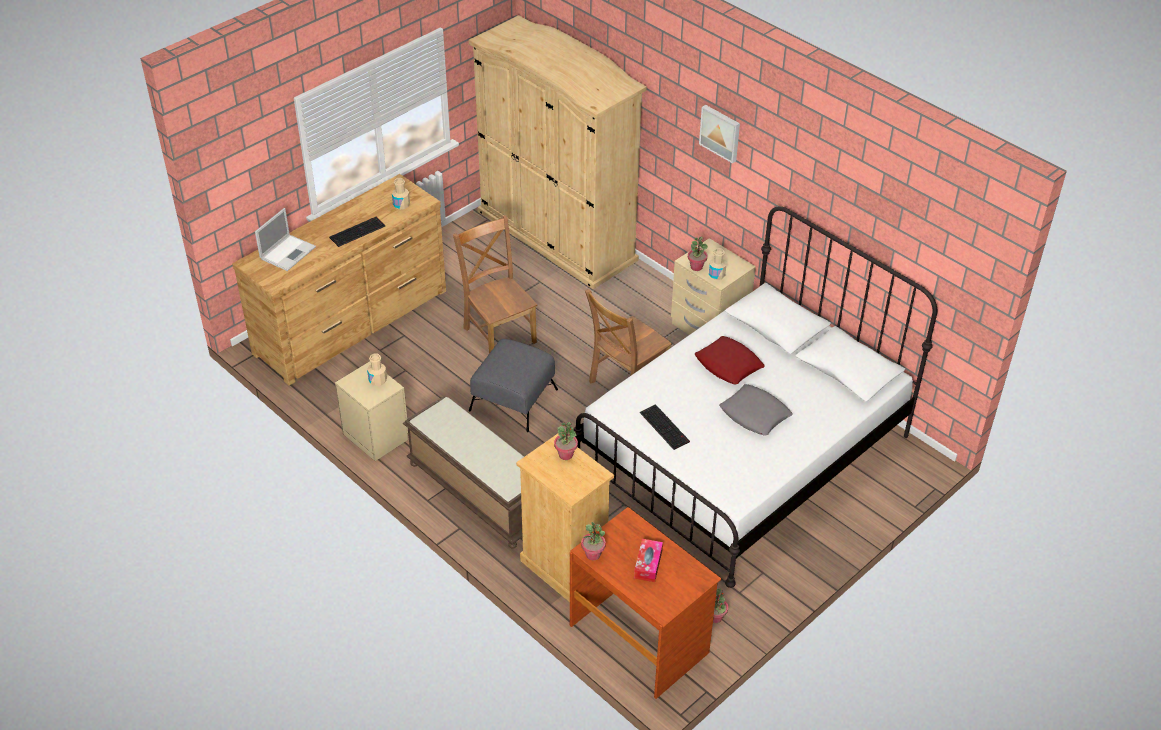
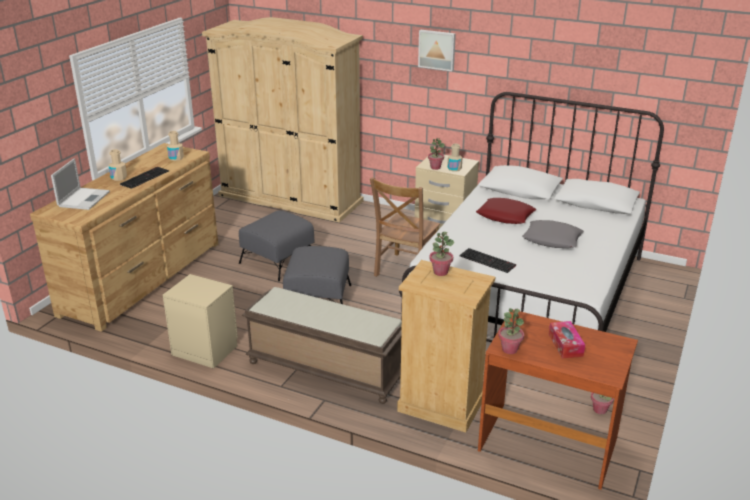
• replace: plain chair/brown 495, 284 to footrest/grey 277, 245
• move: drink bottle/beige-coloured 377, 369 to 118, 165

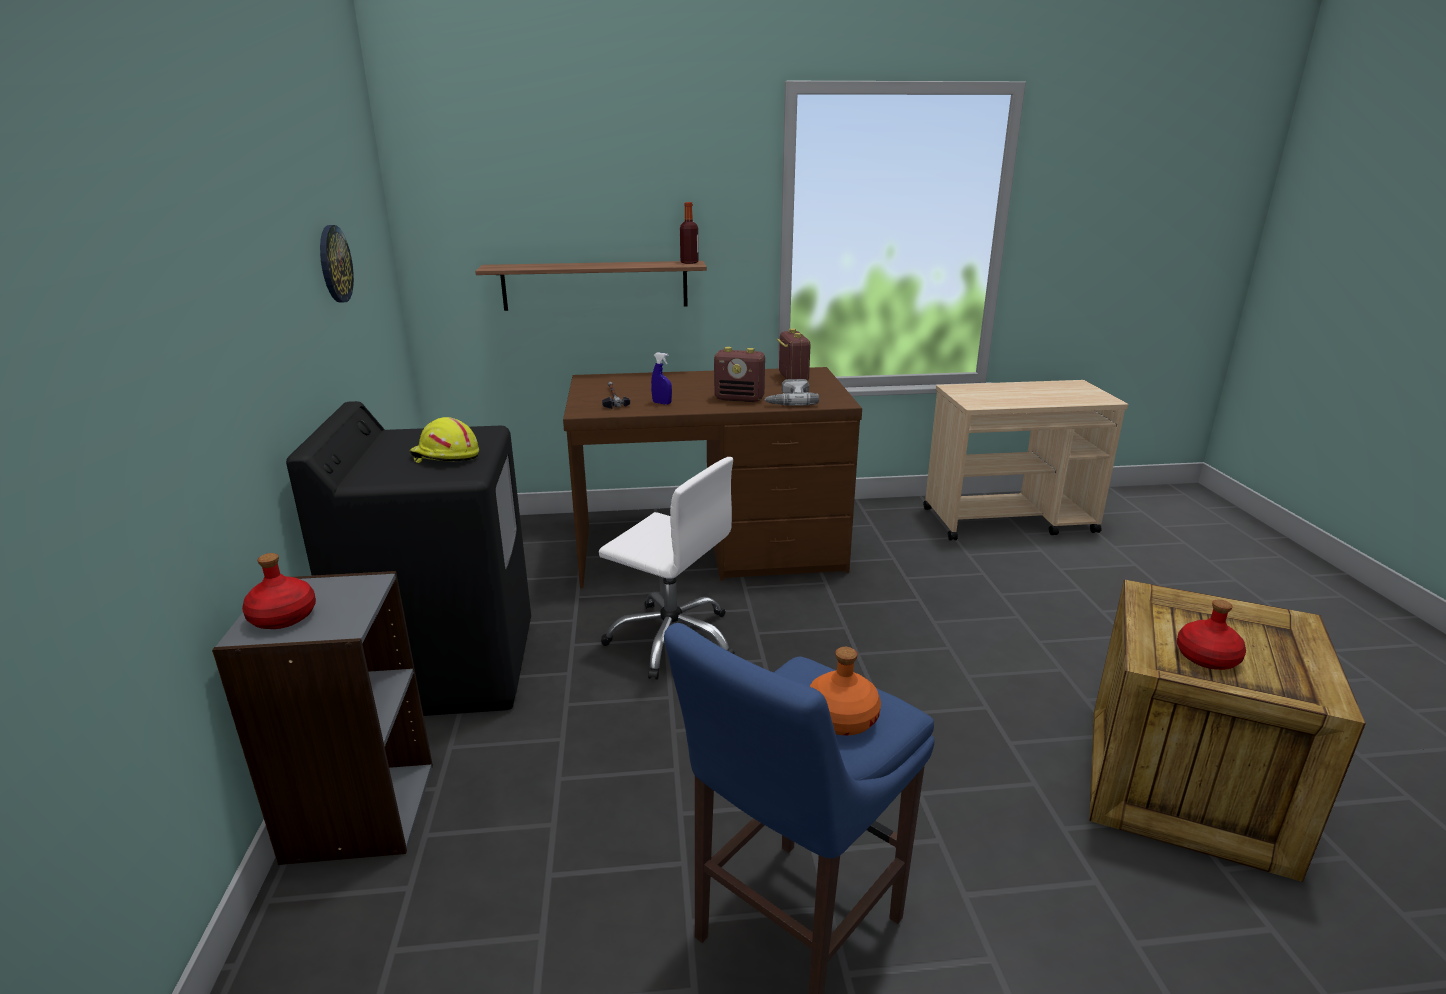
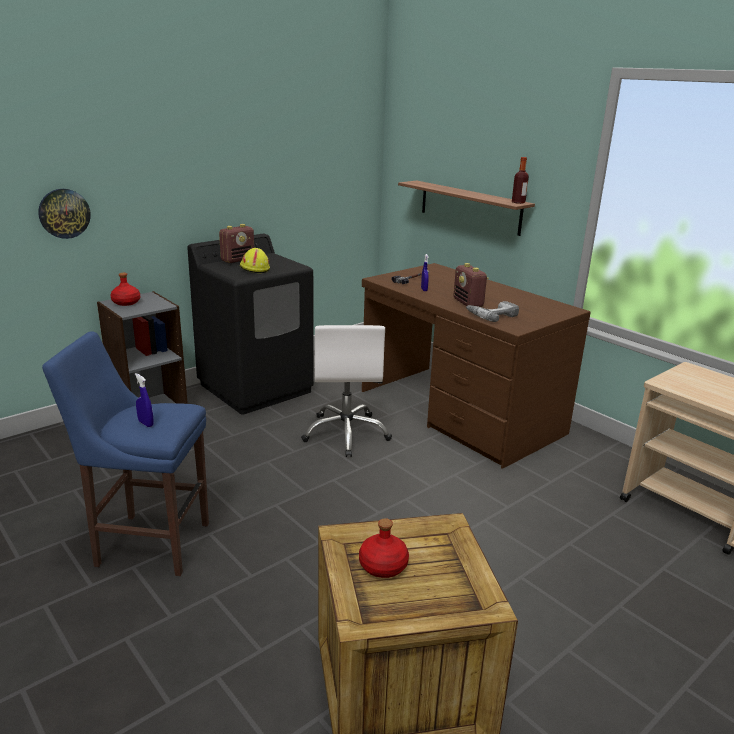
• move: clock on the wall 337, 263 to 64, 214
• move: radio receiver 794, 354 to 236, 243
• replace: drink bottle/orange 845, 691 to hand sprayer/blue-coloured 144, 400

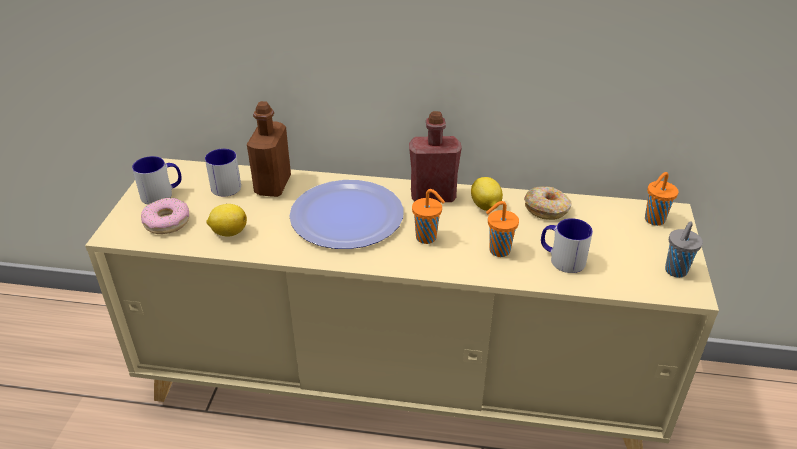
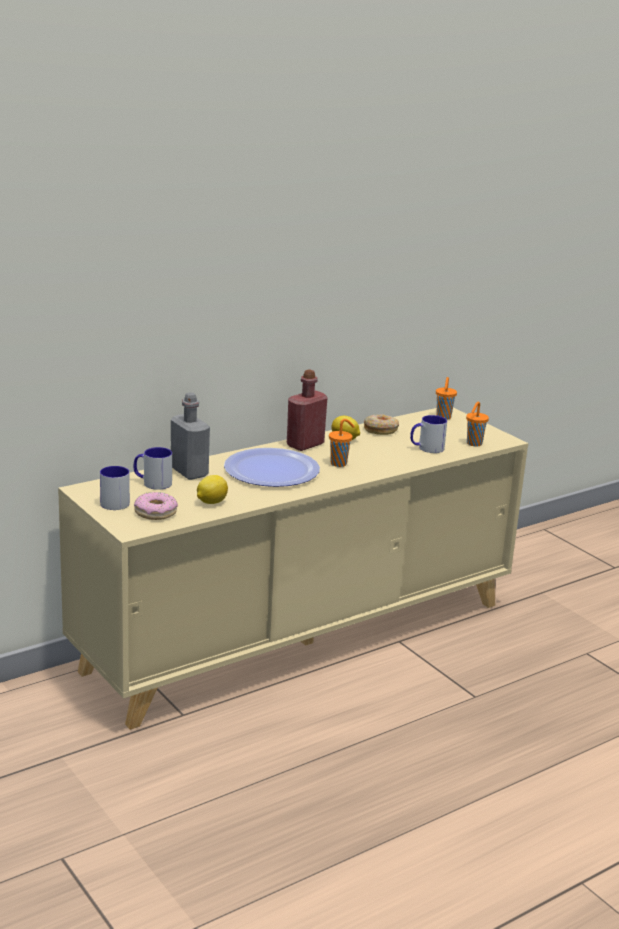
• recolor: drink bottle/brown 269, 149 to drink bottle/grey 190, 436
• move: drinking cup/orange 502, 229 to 477, 424
• delete: drinking cup/grey 684, 250

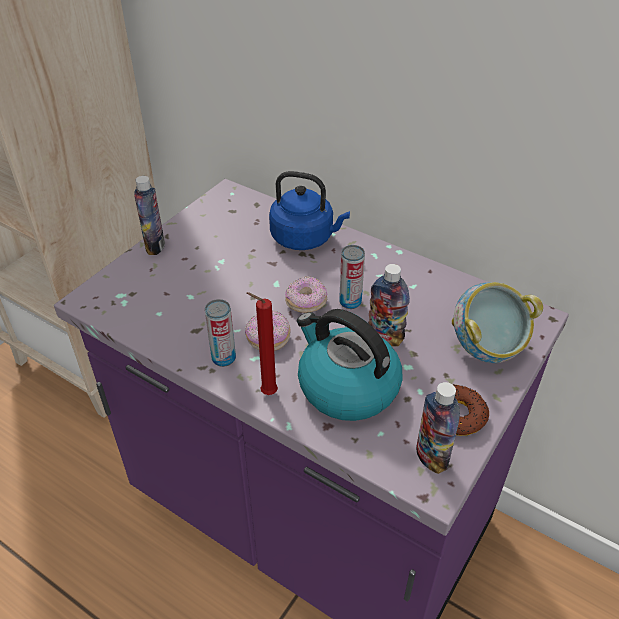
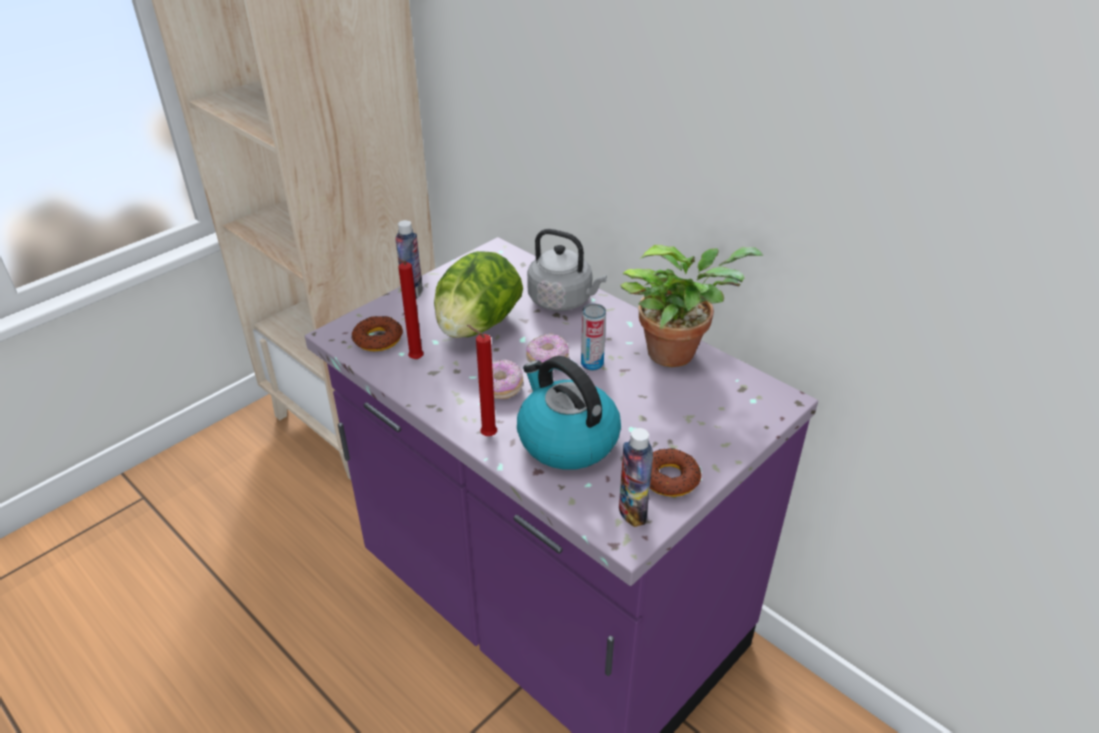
• recolor: kettle/blue-coloured 309, 210 to kettle/grey 567, 270
• delete: drink bottle 389, 305
• delete: serving bowl 497, 322
• delete: metal can 220, 333
• insert: potted plant 692, 306
• insert: lettuce 478, 294
• insert: candle/reddish 411, 310
• insert: donut 377, 333

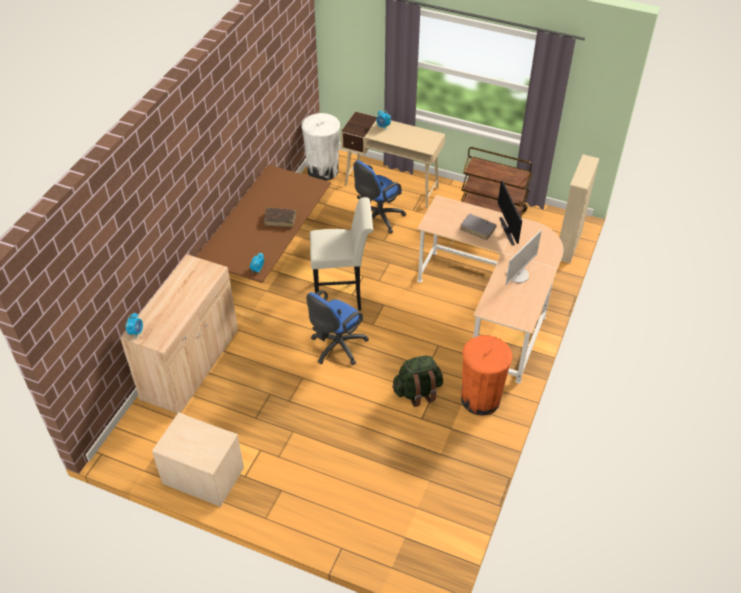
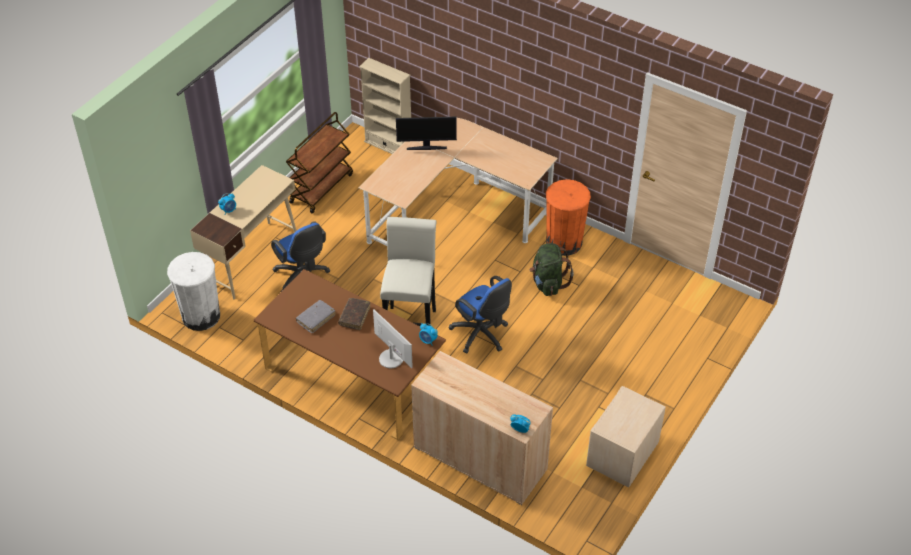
• move: volume/grey 478, 227 to 316, 316
• move: computer display 524, 257 to 393, 338

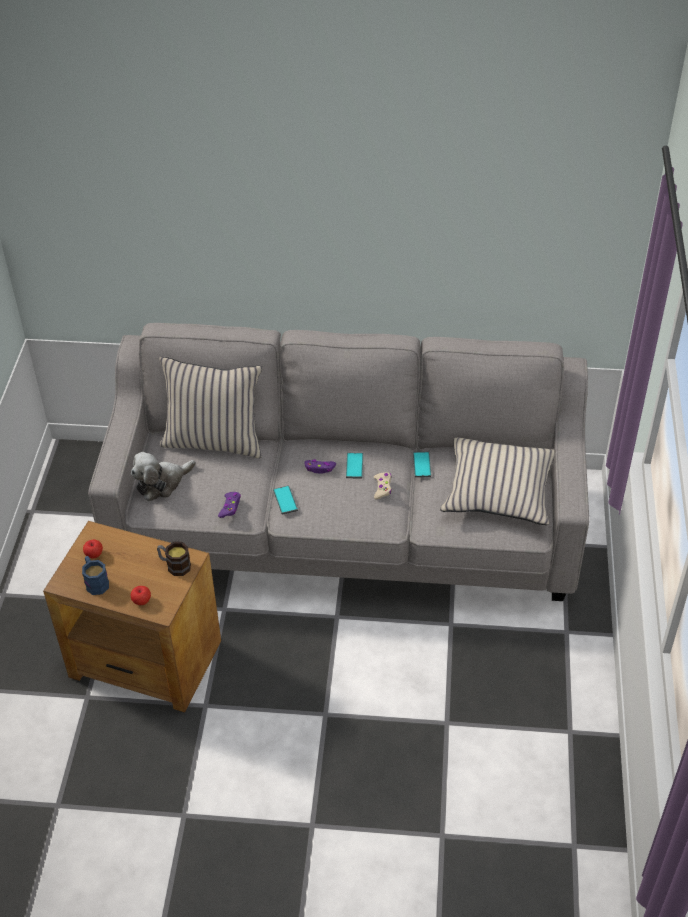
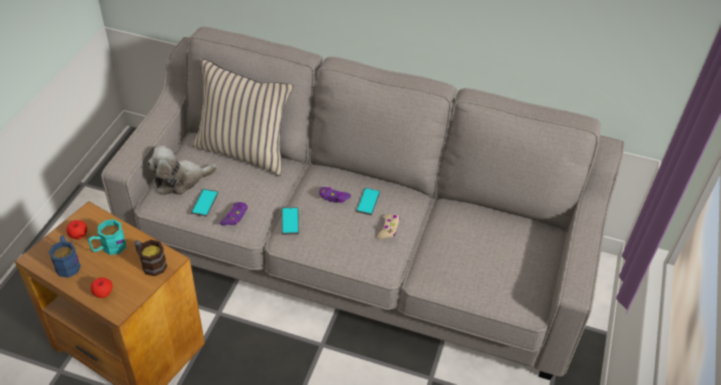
• delete: cushion/beige-coloured 497, 481
• move: handset 422, 464 to 204, 203
• insert: coffee mug/blue-green 107, 237

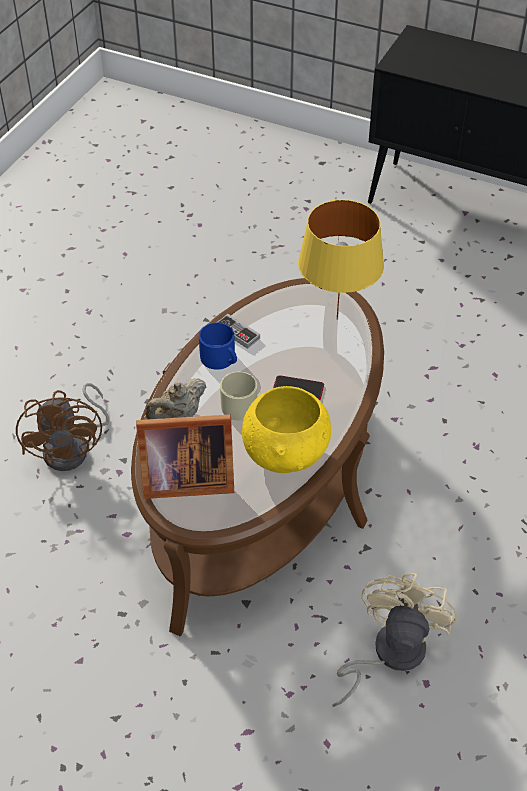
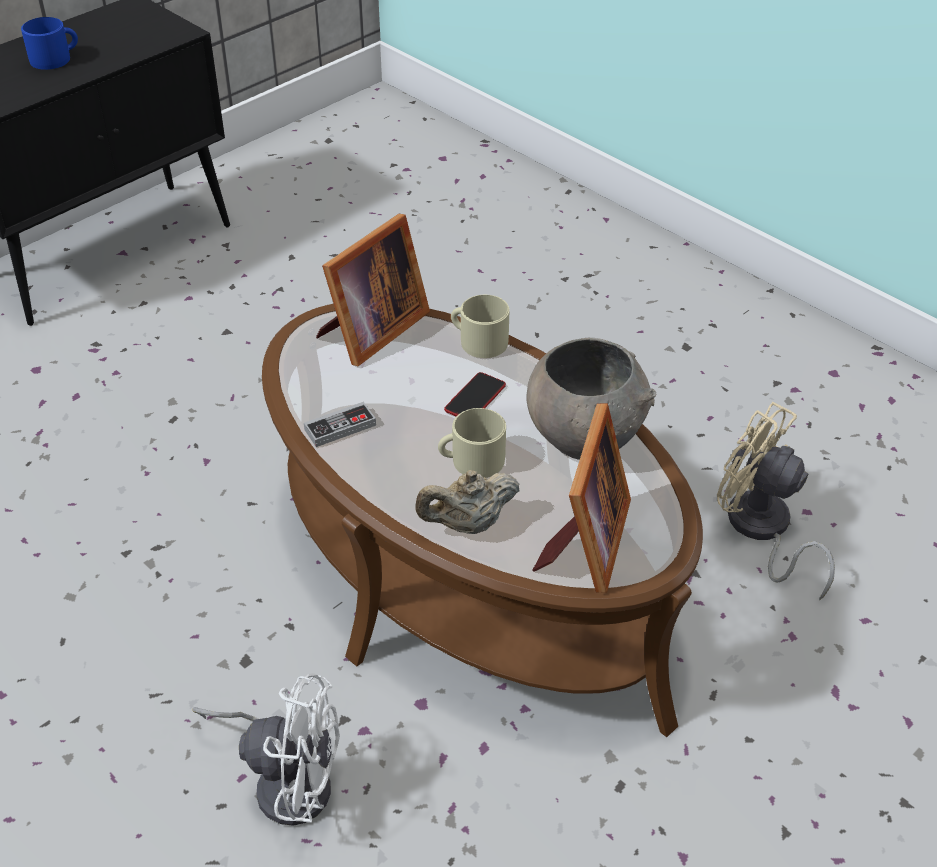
• replace: lamp for a table/yellowish 341, 259 to standing frame 373, 290
• move: coffee mug/blue-coloured 218, 346 to 49, 43
• rotate: teapot/beige-coloured 175, 398 = 467, 502 90 degrees clockwise
• recolor: electric fan/brown 63, 427 to electric fan/white 266, 749
• recolor: serving bowl/yellowish 286, 429 to serving bowl/grey 591, 399
• insert: coffee mug/beige-coloured 480, 326

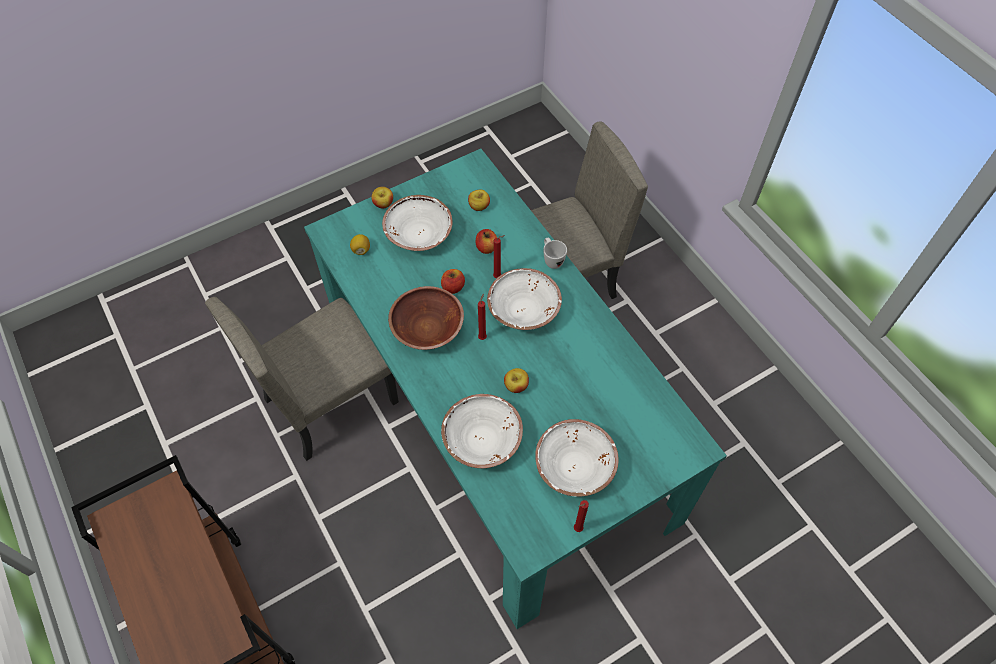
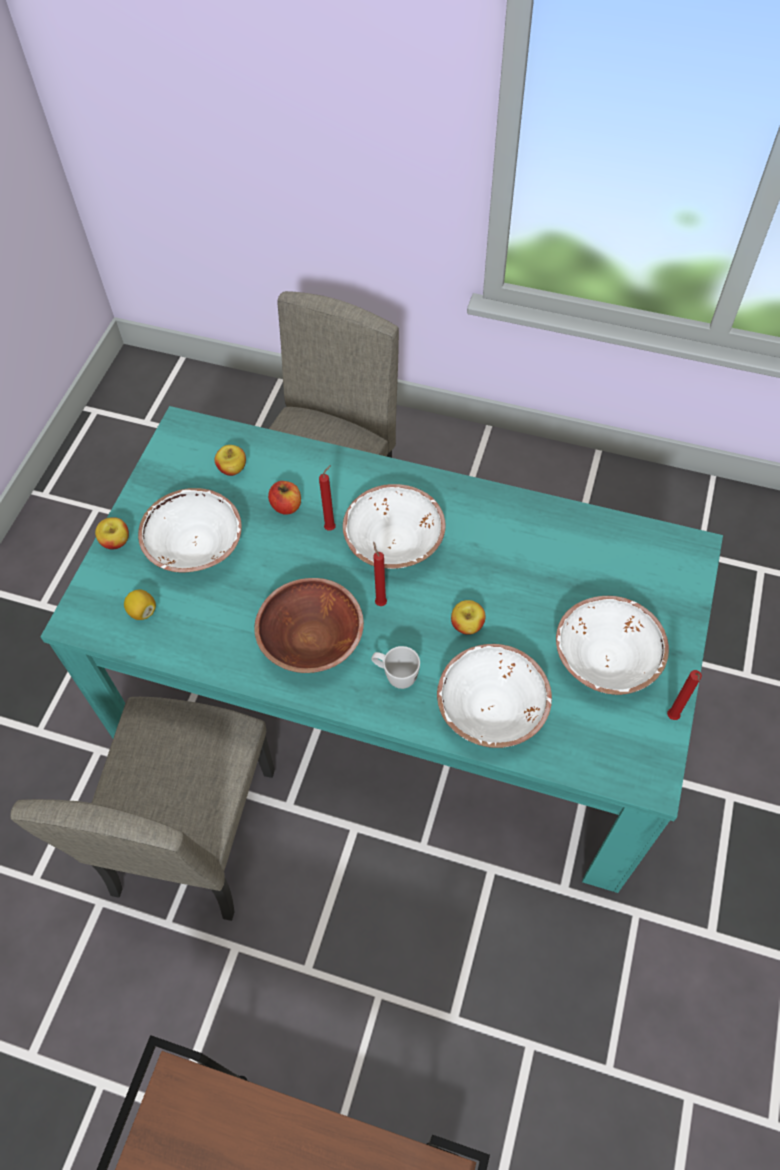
• move: coffee mug/white 555, 253 to 395, 667
• delete: apple fruit 453, 281

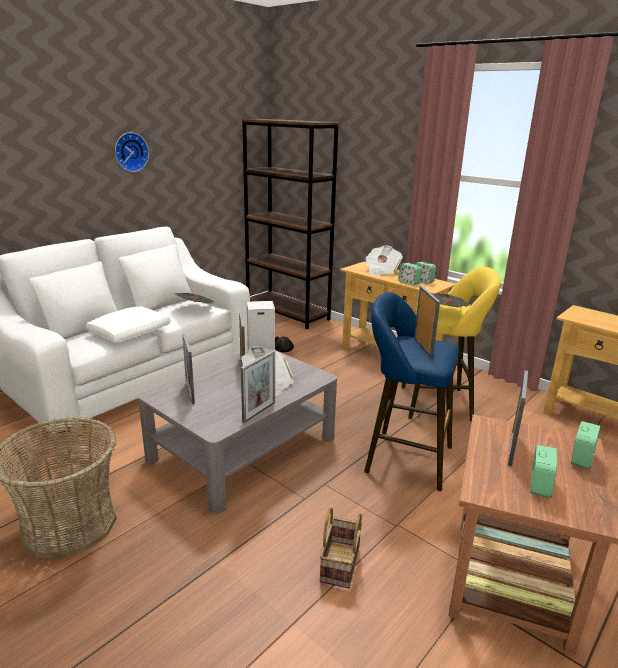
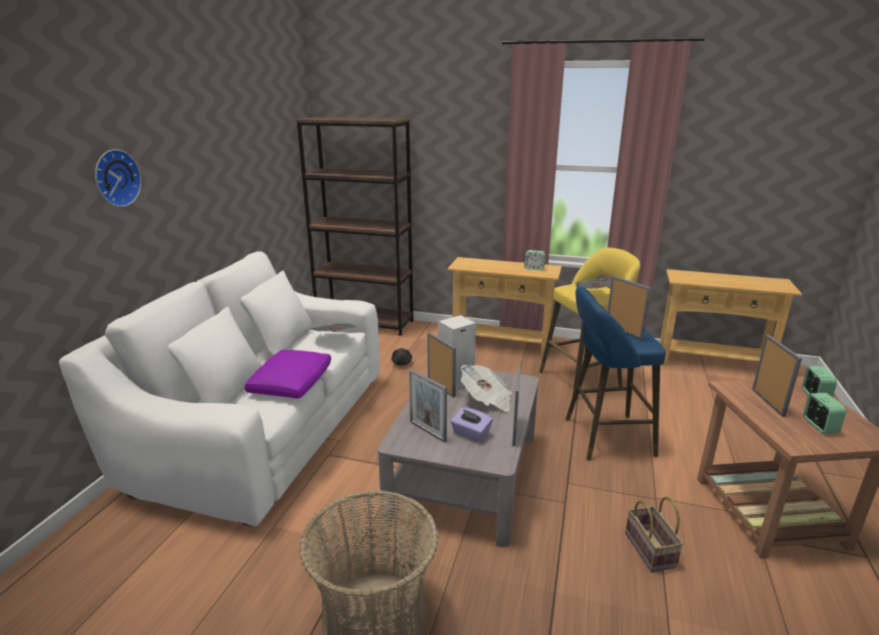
• move: clock on the wall 132, 152 to 118, 178
• delete: daily paper 384, 260
• delete: table clock 410, 274
• recolor: cushion/white 128, 324 to cushion/purplish 288, 374
• insert: box of tissues/purplish 471, 424

